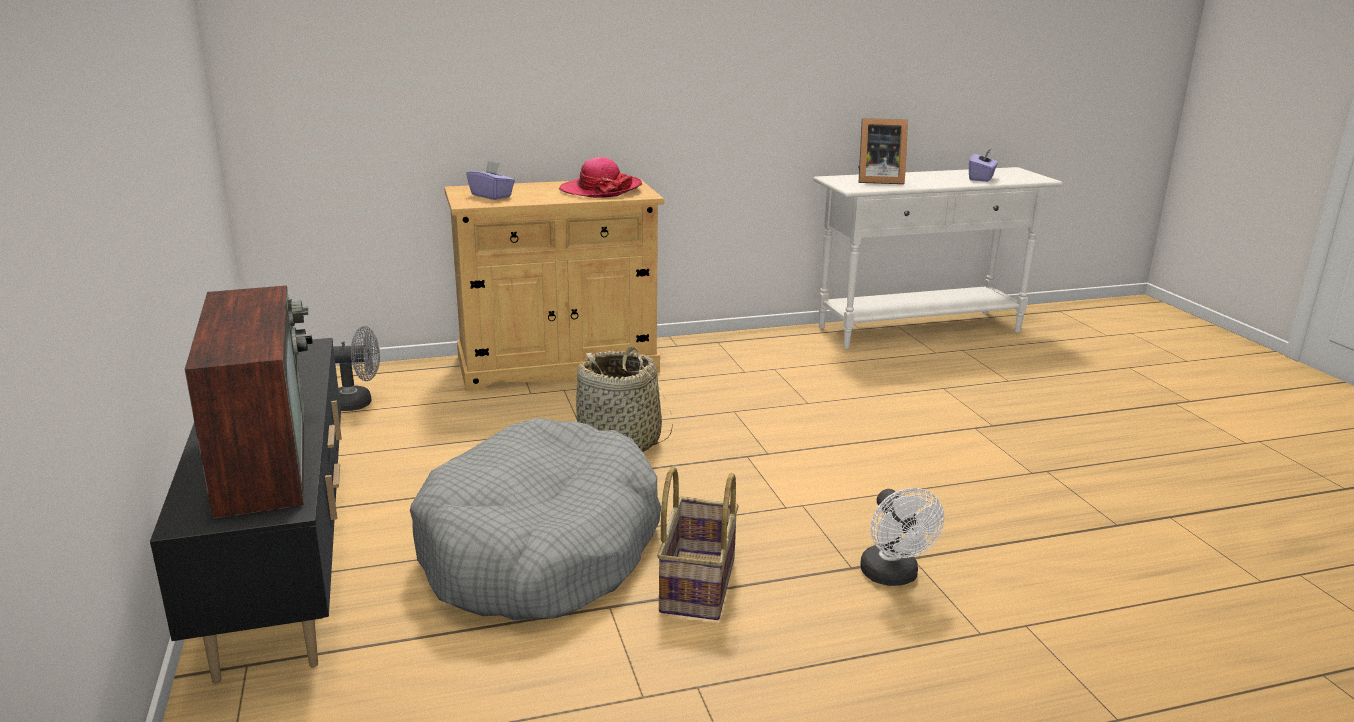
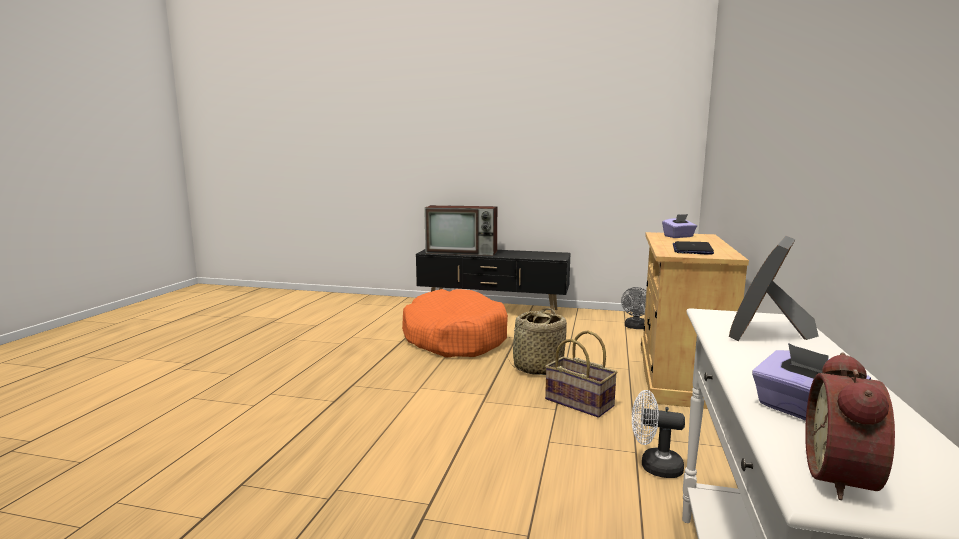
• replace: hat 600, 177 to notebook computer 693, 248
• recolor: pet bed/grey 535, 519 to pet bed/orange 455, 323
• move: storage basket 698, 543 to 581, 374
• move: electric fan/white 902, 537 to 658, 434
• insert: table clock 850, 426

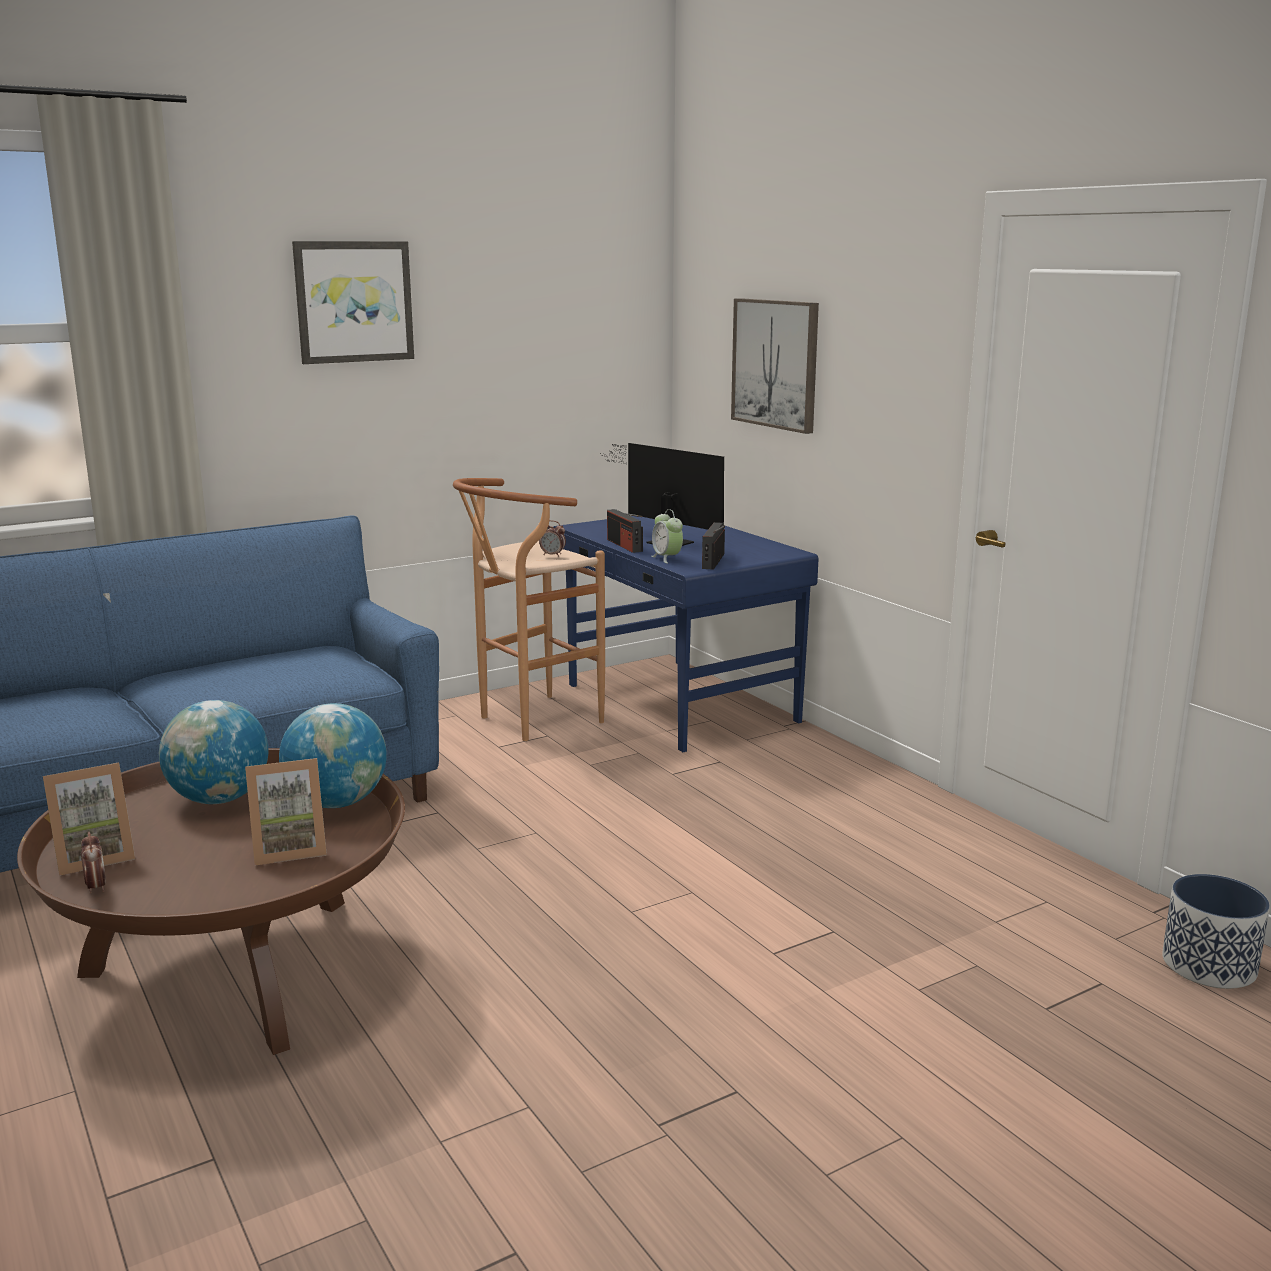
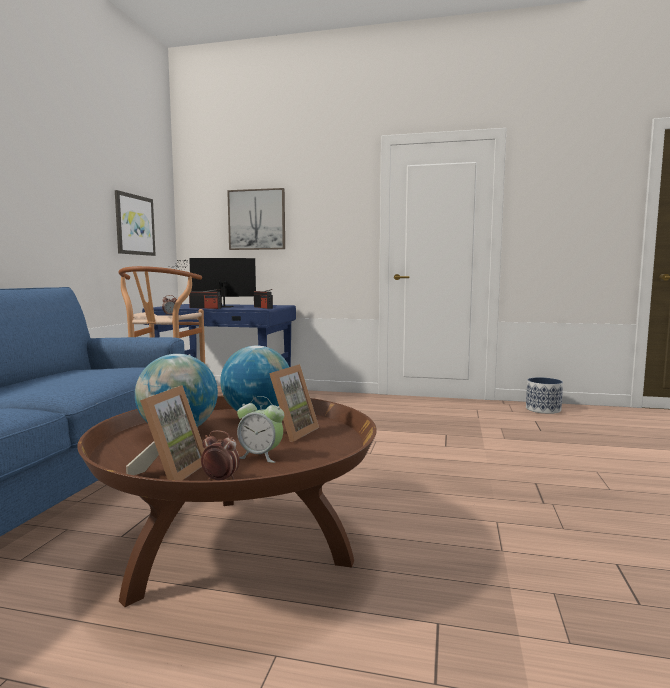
• move: wall picture 353, 302 to 135, 223
• move: table clock 667, 536 to 260, 429

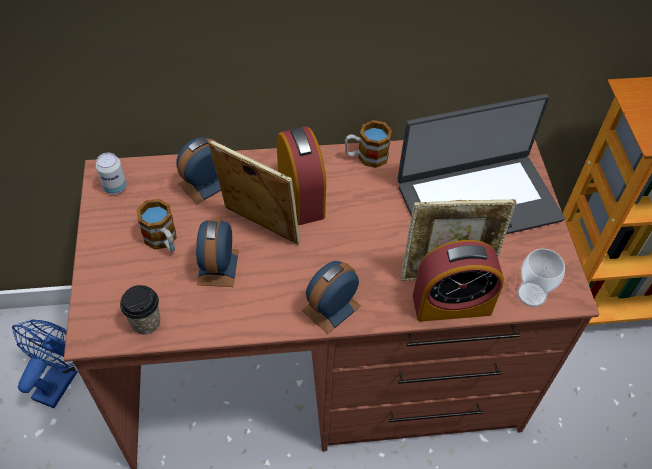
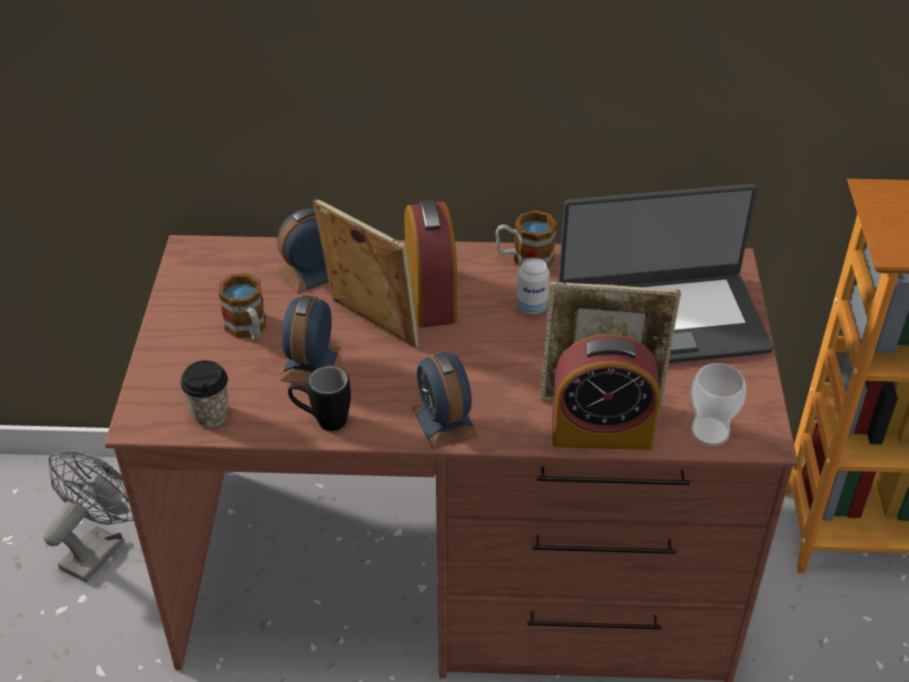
• move: metal can 111, 173 to 533, 286
• rotate: table clock 331, 297 = 445, 400 75 degrees counterclockwise
• recolor: electric fan/blue-coloured 45, 363 to electric fan/grey 89, 516
• insert: coffee mug/blackish 319, 398

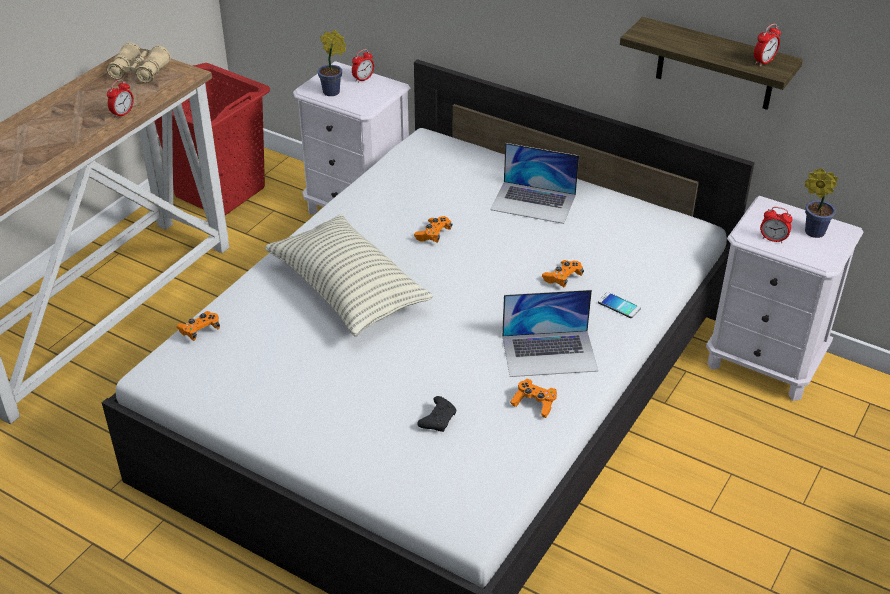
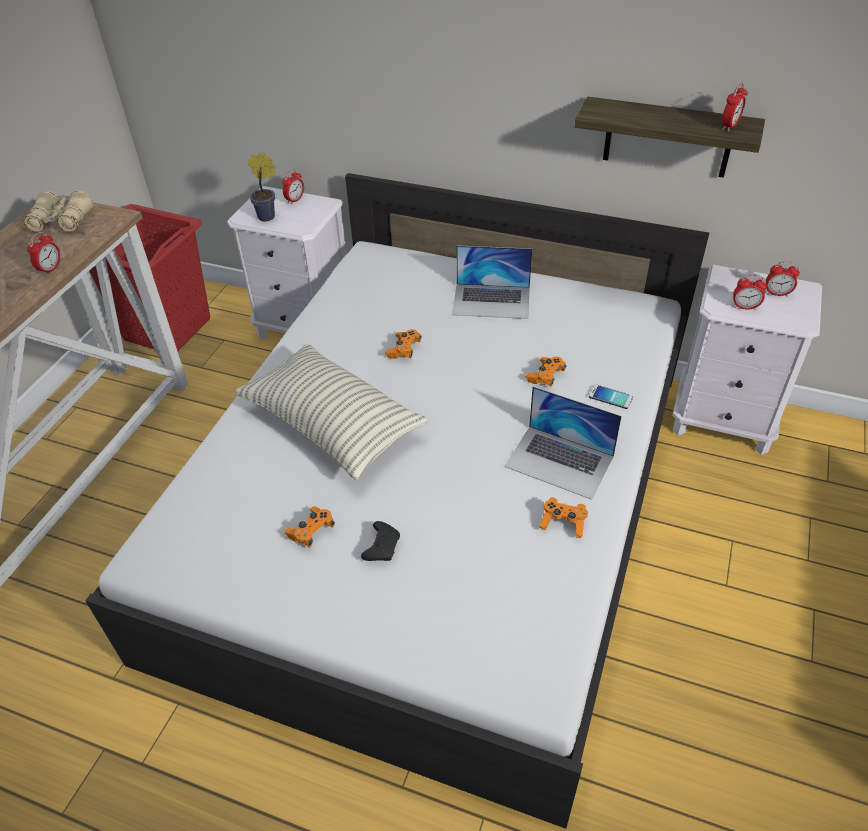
• replace: potted plant 821, 203 to table clock 783, 278
• rotate: notebook computer 550, 333 = 563, 443 45 degrees clockwise
• move: gamepad/orange 198, 326 to 309, 527
• move: gamepad/blackish 436, 414 to 380, 541

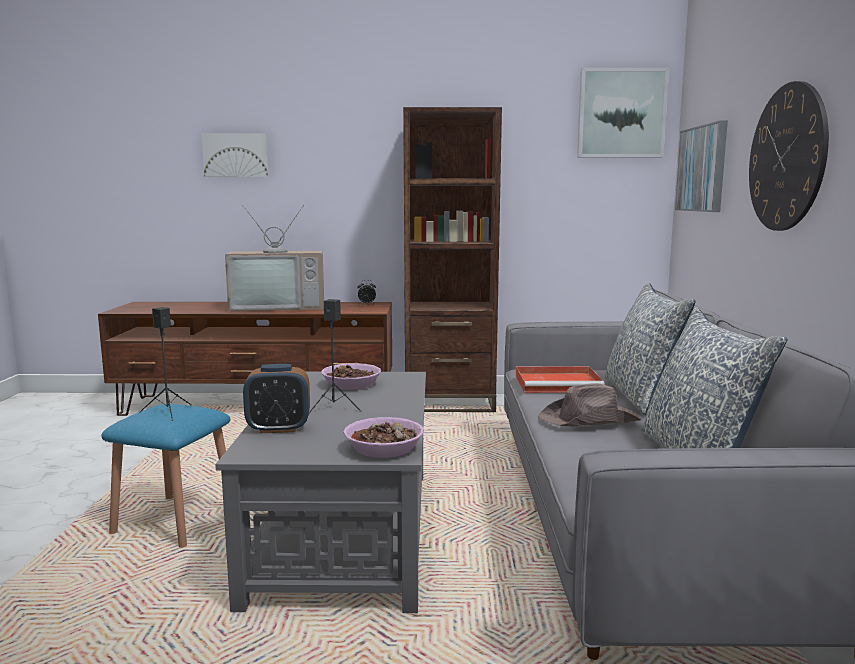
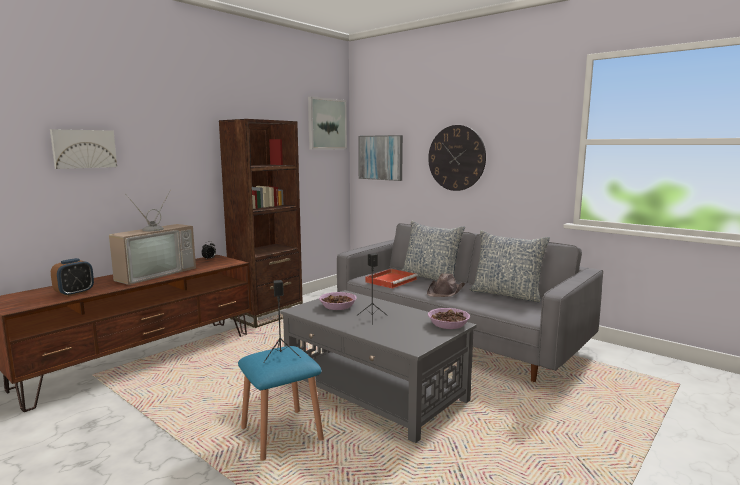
• move: table clock 276, 398 to 72, 277

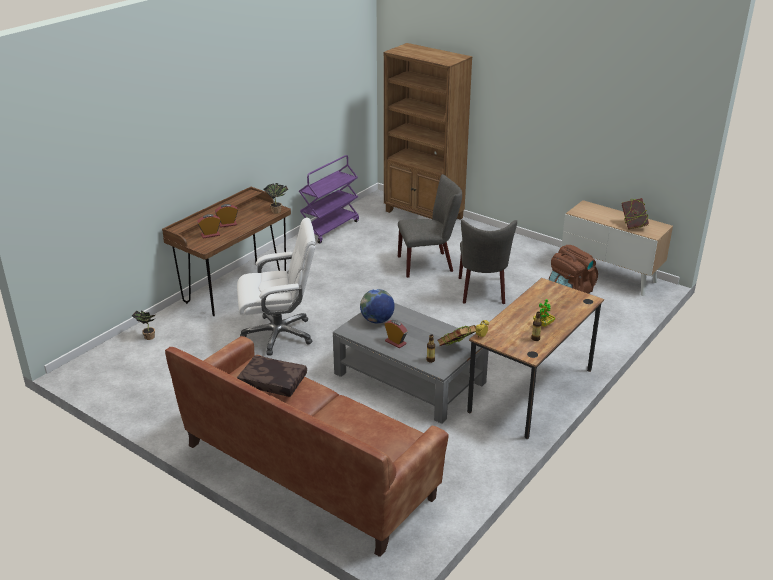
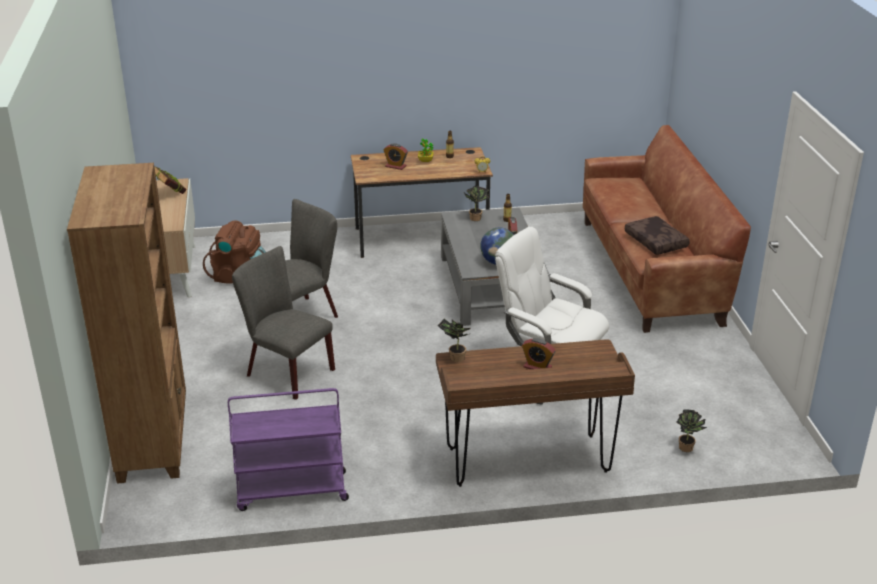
• move: table clock 209, 226 to 395, 156
• replace: volume 456, 335 to potted plant 476, 203

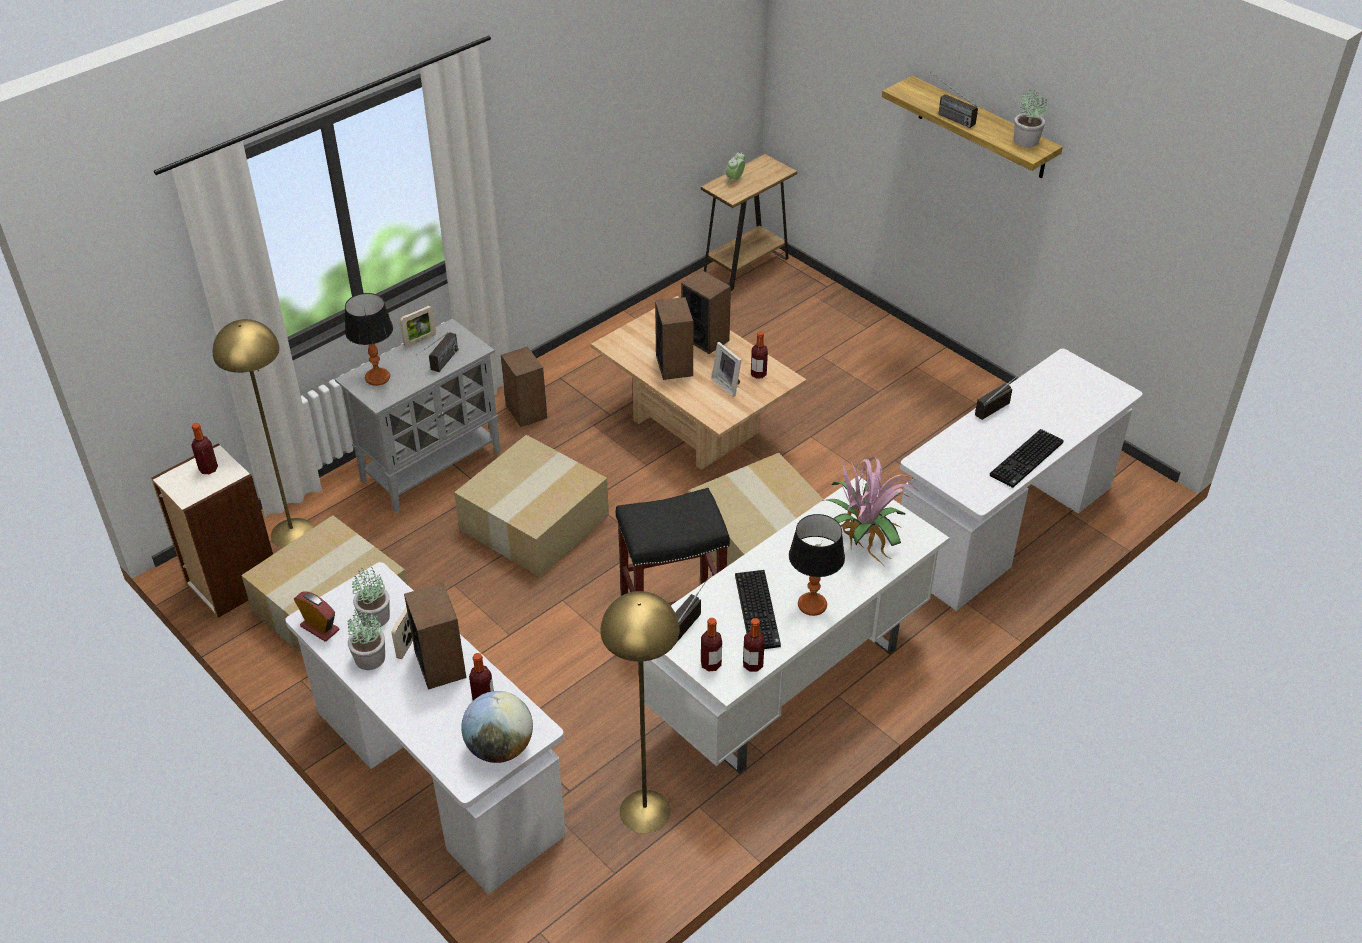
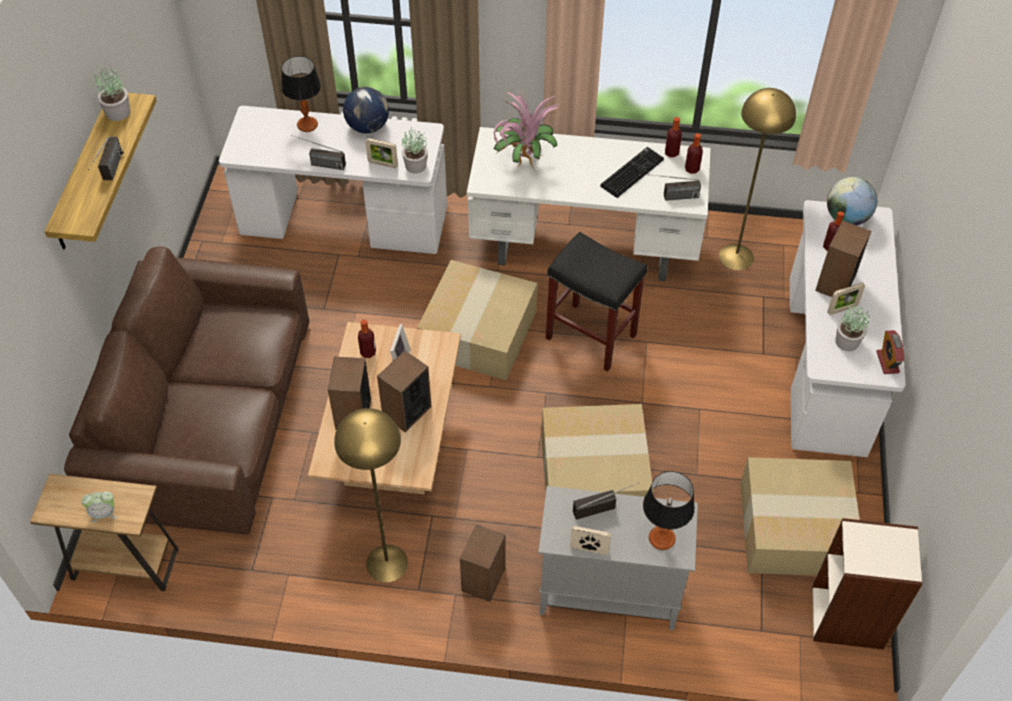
• move: standing lamp/yellowish 263, 433 to 371, 495
• delete: drink bottle 204, 448
• replace: keyboard 1027, 458 to desk globe 366, 110
• move: lamp for a table 817, 565 to 301, 94
• move: potted plant 366, 640 to 414, 150
• insert: standing frame 381, 153
• insert: couch/brown 186, 391

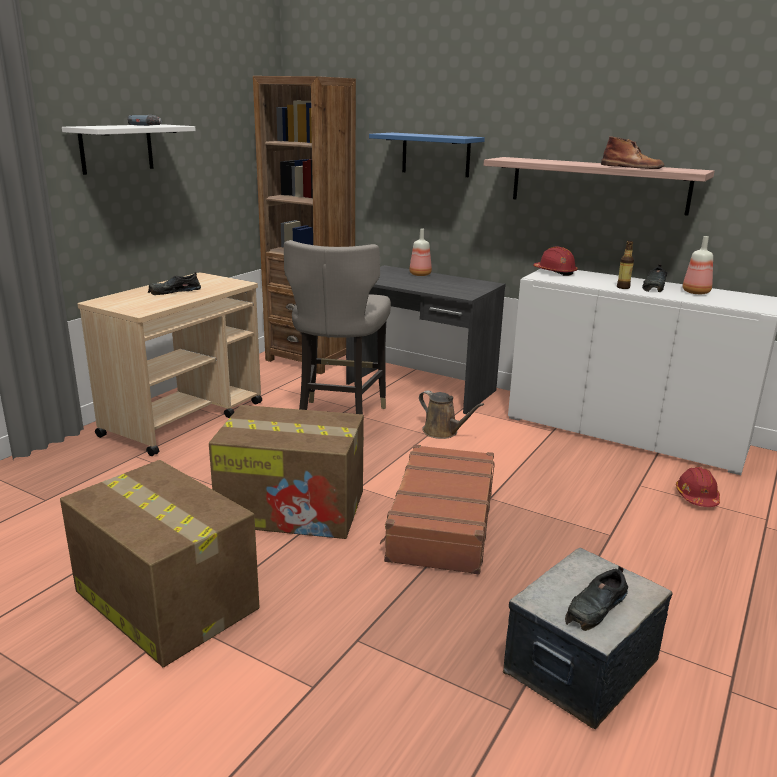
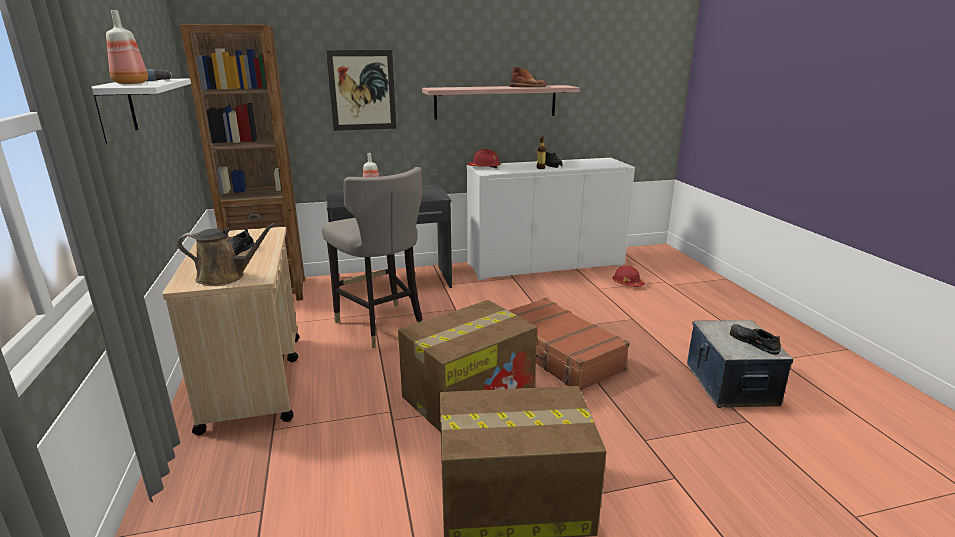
• replace: bracket shelf/blue-coloured 427, 155 to wall picture 361, 90
• move: drink bottle 698, 265 to 127, 47
• move: watering pot/brown 451, 414 to 226, 254
• rotate: shoe/blackish 596, 598 = 755, 339 150 degrees clockwise

